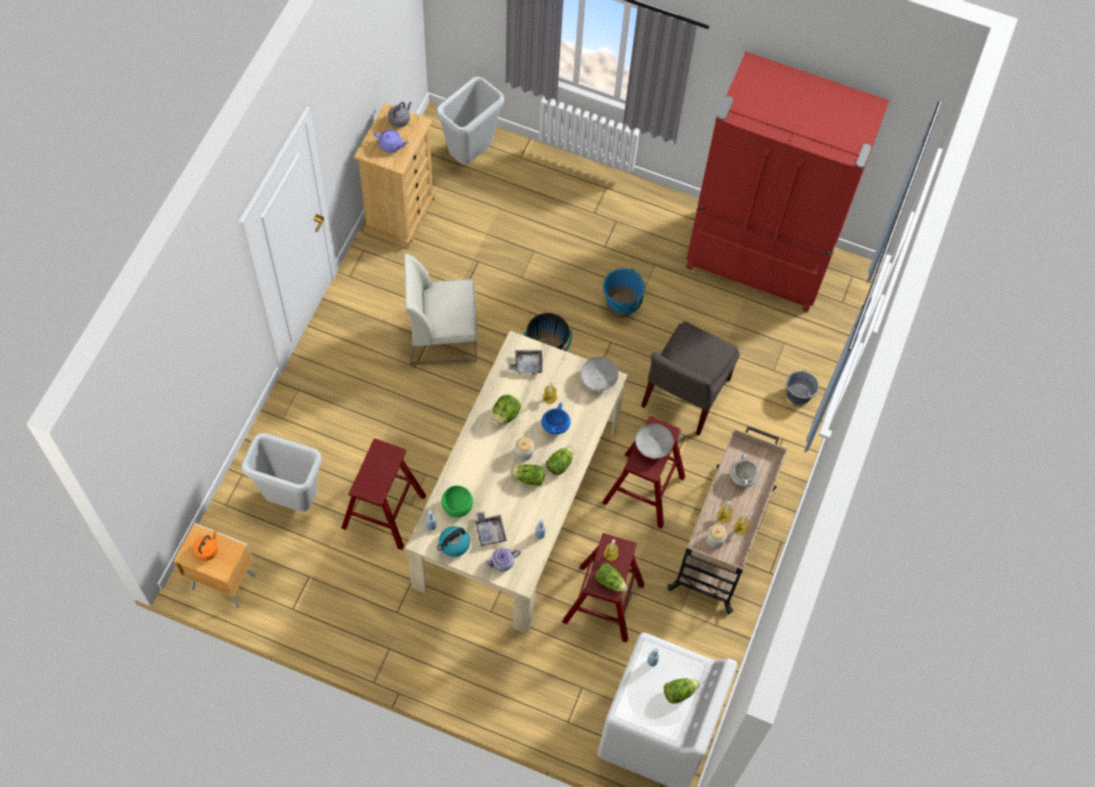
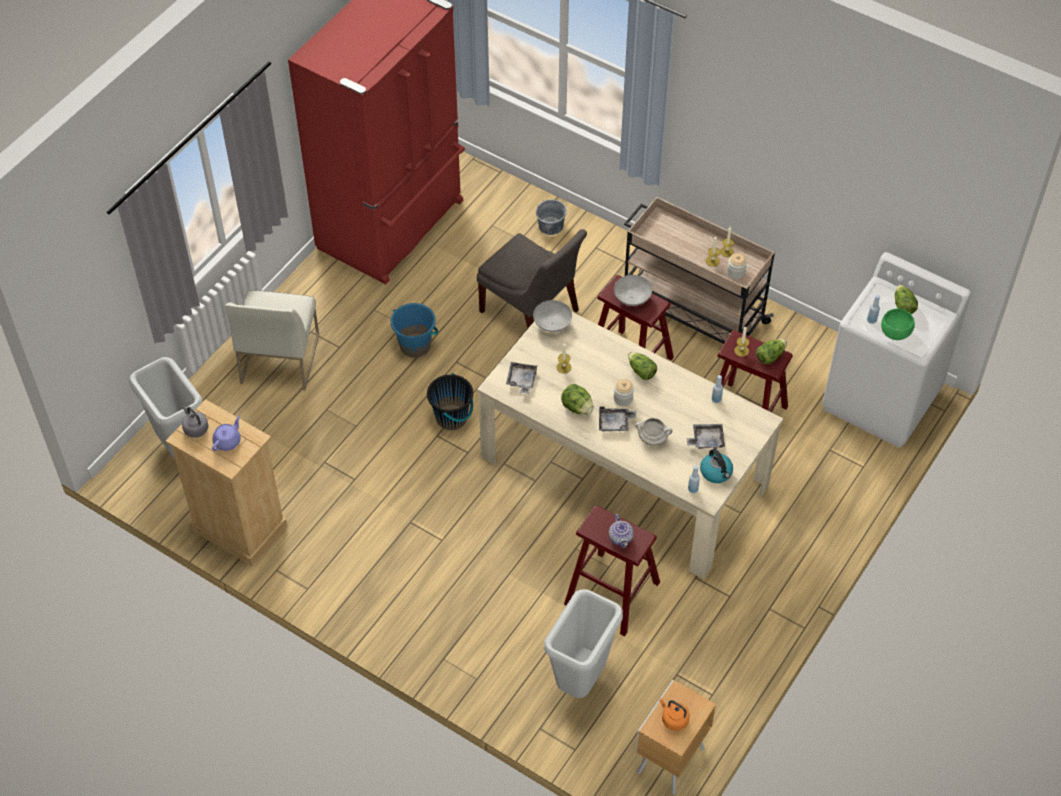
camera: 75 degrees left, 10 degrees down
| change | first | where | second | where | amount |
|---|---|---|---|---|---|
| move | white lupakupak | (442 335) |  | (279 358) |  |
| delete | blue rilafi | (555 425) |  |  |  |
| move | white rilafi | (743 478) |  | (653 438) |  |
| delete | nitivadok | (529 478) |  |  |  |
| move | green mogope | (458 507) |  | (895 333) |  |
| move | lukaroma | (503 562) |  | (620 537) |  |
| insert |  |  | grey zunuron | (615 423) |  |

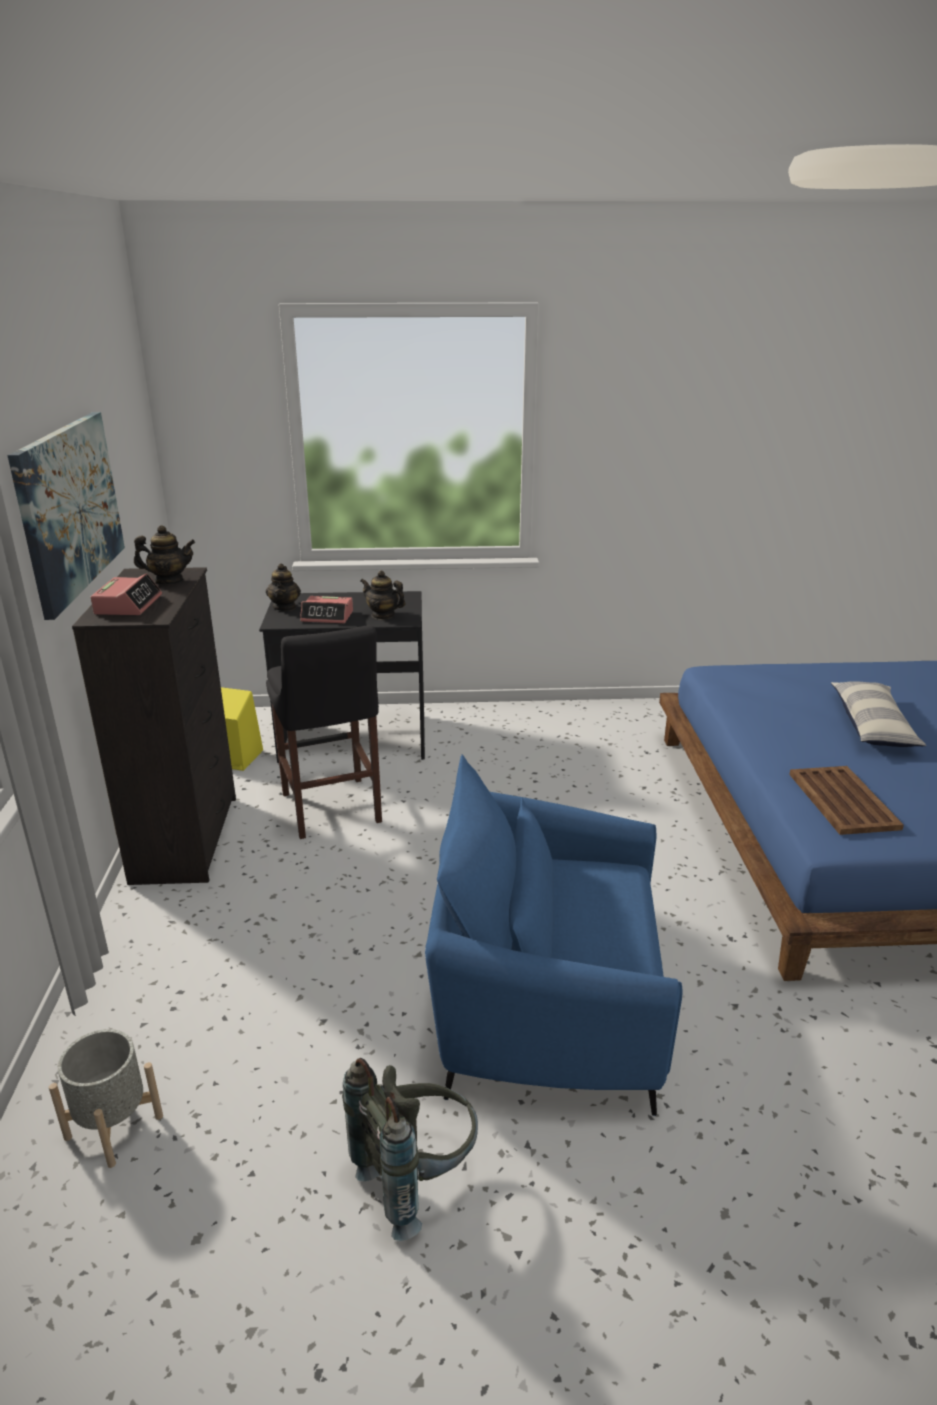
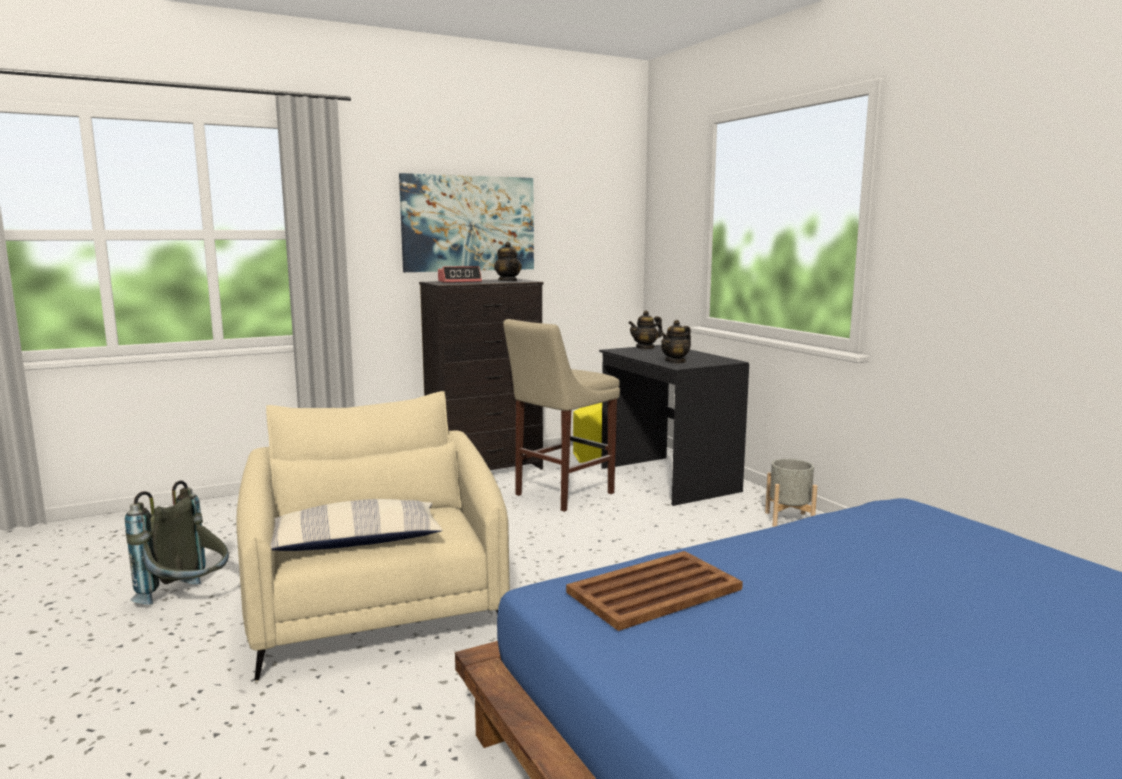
camera: 65 degrees right, 15 degrees down
| change | first | where | second | where | amount |
|---|---|---|---|---|---|
| rotate | lukaroma | (383 615) |  | (675 361) | 135 degrees counterclockwise |
| delete | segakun | (327 616) |  |  |  |
| recolor | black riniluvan | (332 811) | beige riniluvan | (560 495) |  |
| move | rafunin | (872 726) |  | (356 543) |  |
| recolor | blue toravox | (545 1002) | beige toravox | (378 611) |  |
| move | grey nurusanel | (113 1126) |  | (789 519) |  |

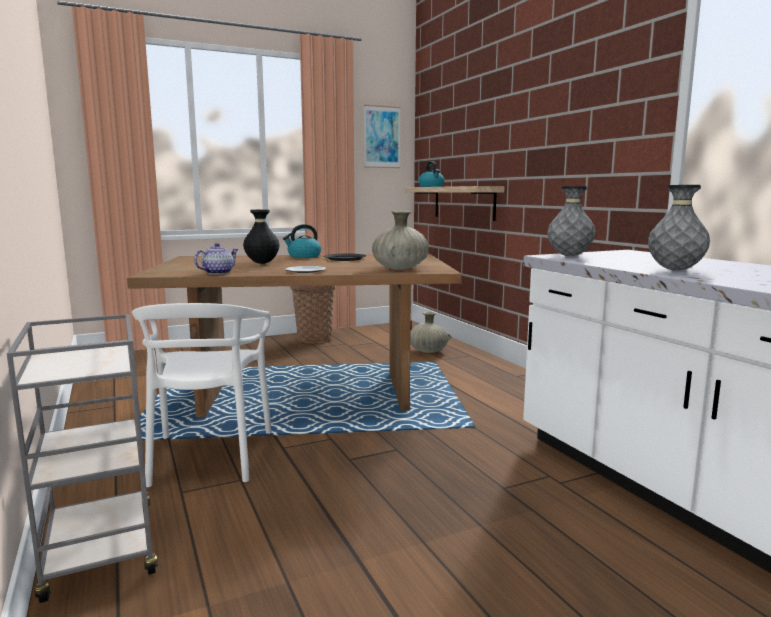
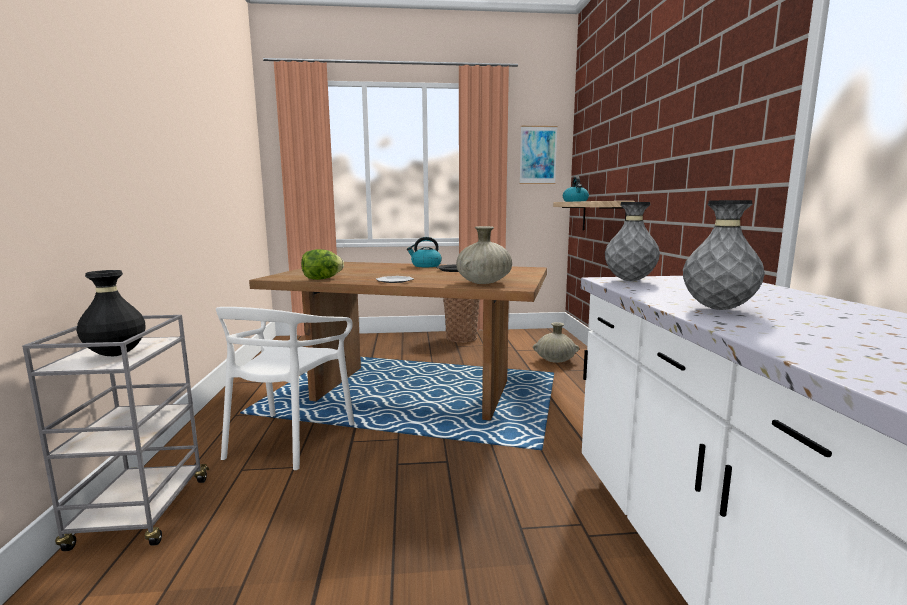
camera: 20 degrees right, 0 degrees up
| change | first | where | second | where | amount |
|---|---|---|---|---|---|
| move | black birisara | (262 263) |  | (116 355) |  |
| replace | lukaroma | (218 273) | nitivadok | (322 279) |  |

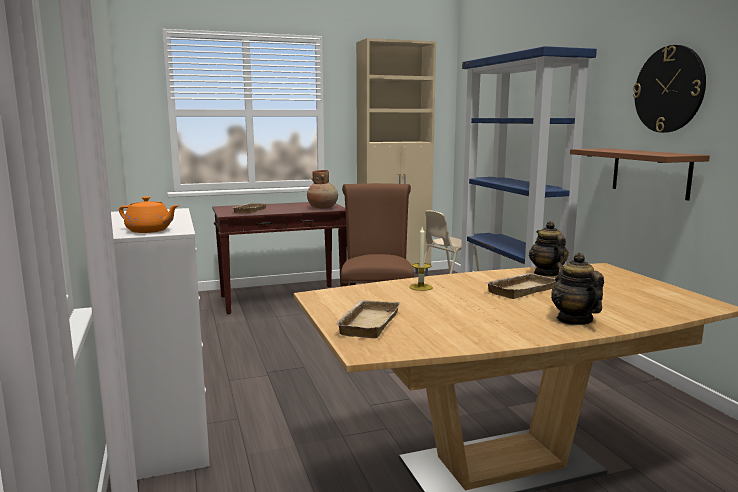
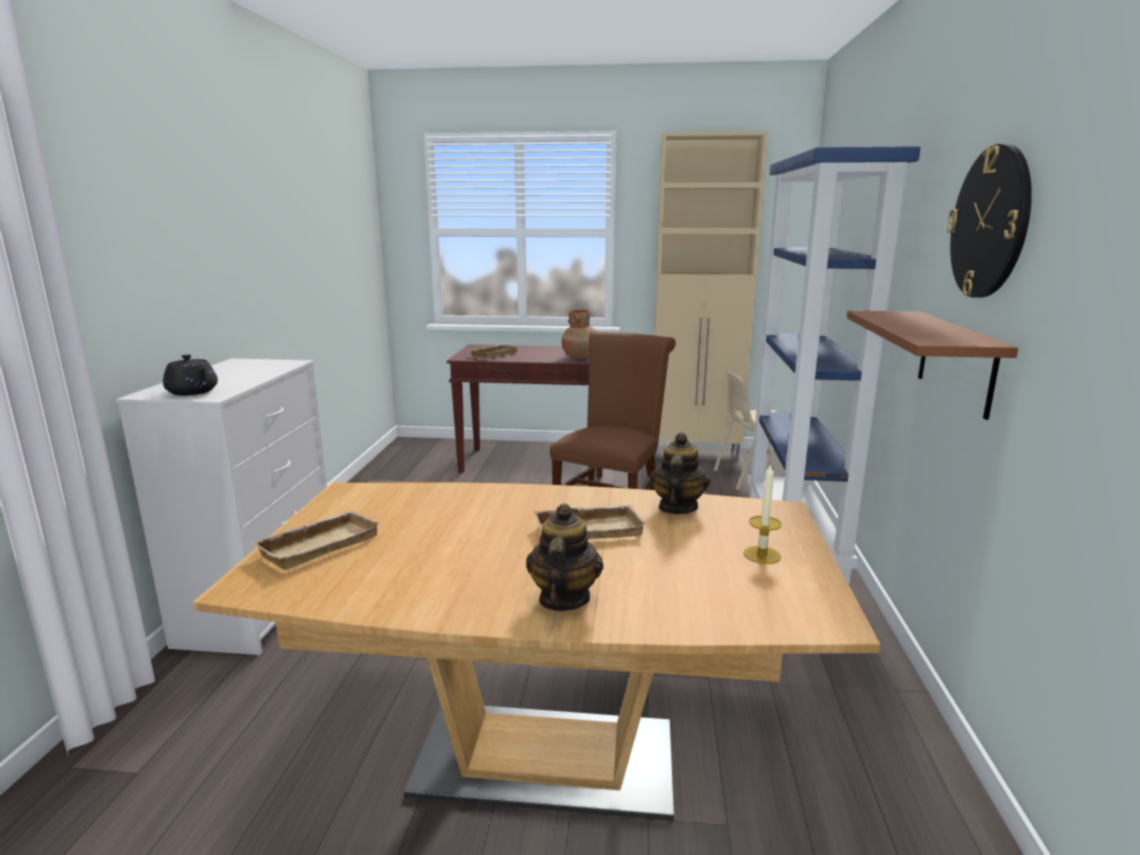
camera: 25 degrees right, 5 degrees up
| change | first | where | second | where | amount |
|---|---|---|---|---|---|
| recolor | orange lukaroma | (149 230) | black lukaroma | (193 392) |  |
| move | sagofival | (421 287) |  | (762 555) |  |

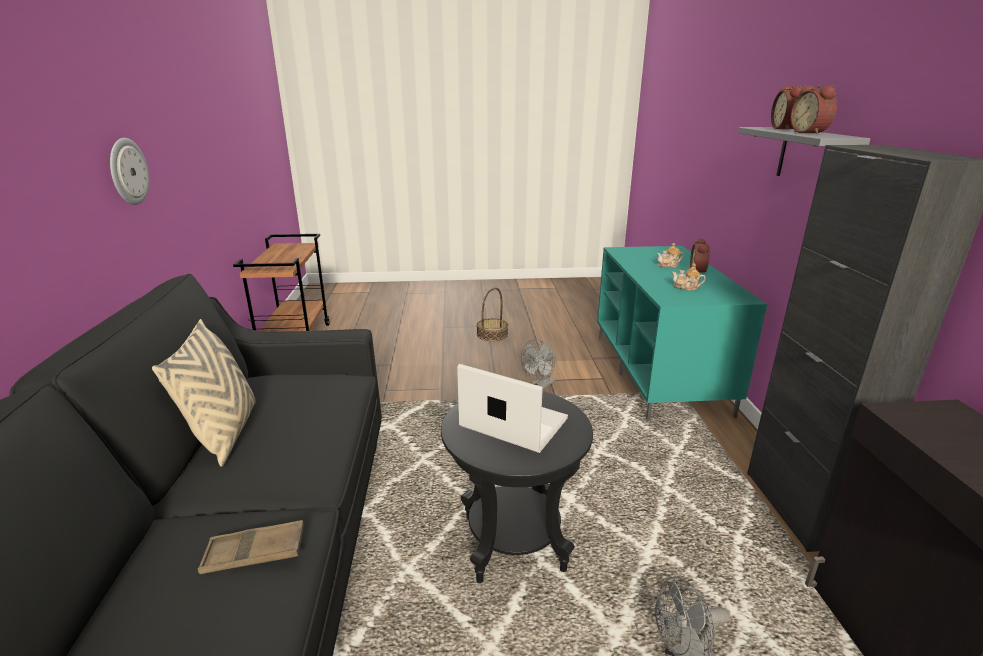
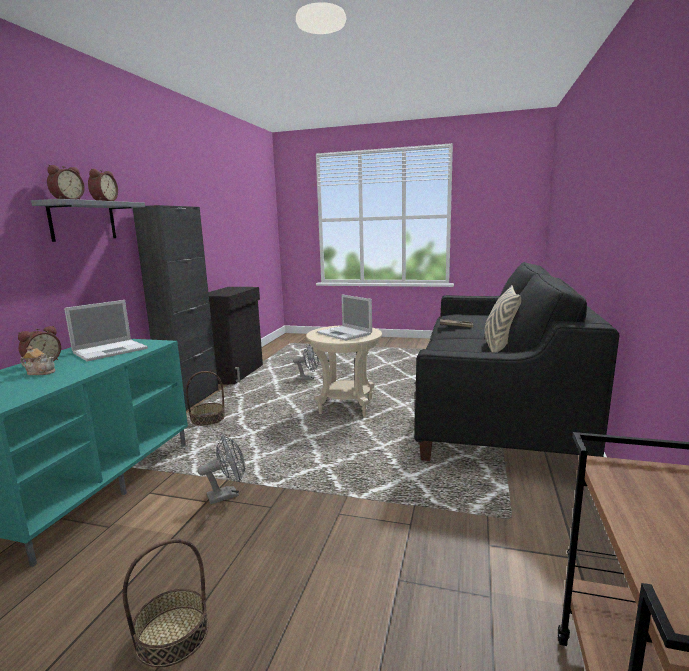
camera: 160 degrees left, 10 degrees down
| change | first | where | second | where | amount |
|---|---|---|---|---|---|
| delete | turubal | (128 171) |  |  |  |
| replace | lukaroma | (686 287) | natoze | (111 350) |  |
| recolor | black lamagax | (513 543) | beige lamagax | (346 406) |  |
| insert |  |  | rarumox | (208 419) |  |

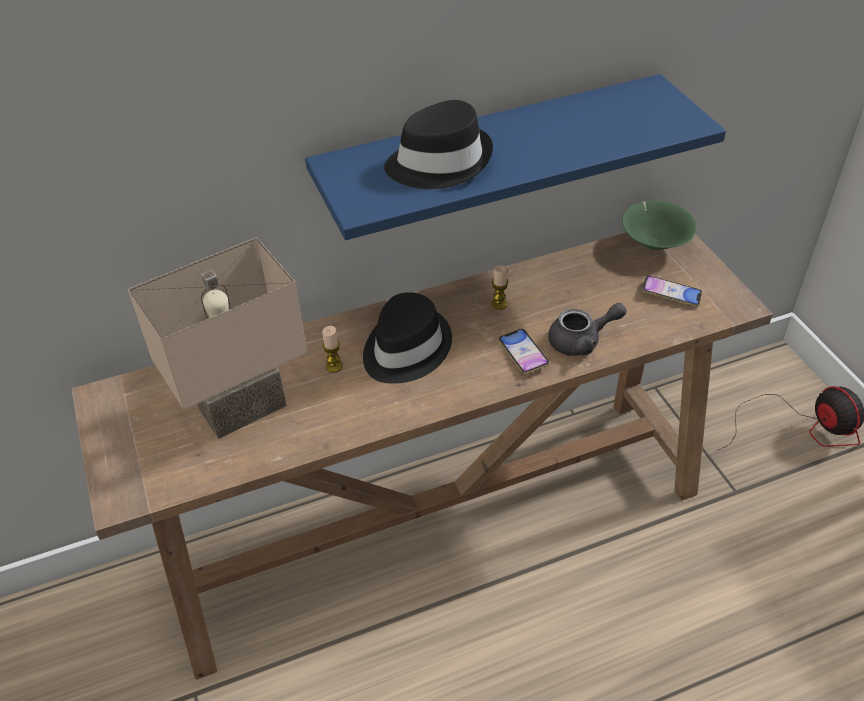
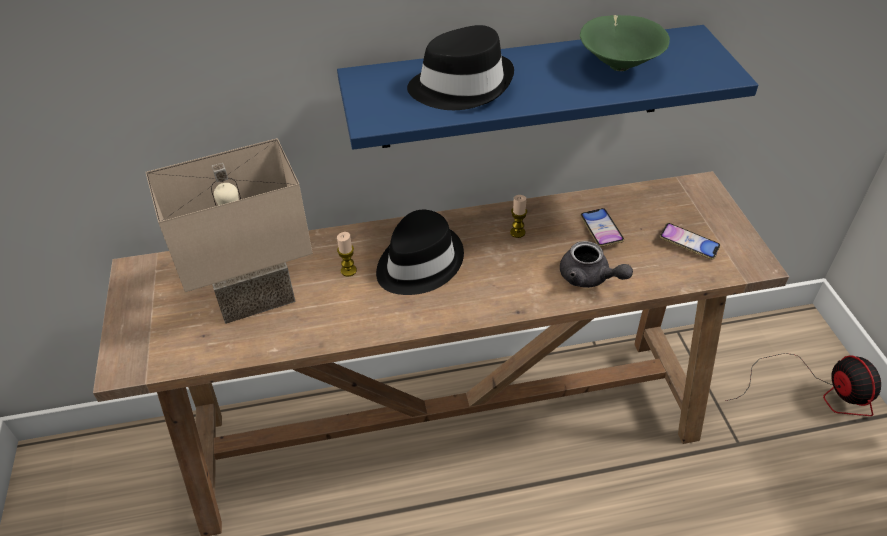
camera: 10 degrees right, 0 degrees up
| change | first | where | second | where | amount |
|---|---|---|---|---|---|
| move | green mogope | (654 243) |  | (619 65) |  |
| rotate | grey lukaroma | (582 341) |  | (589 278) | 45 degrees clockwise |
| move | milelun | (523 354) |  | (601 230) |  |

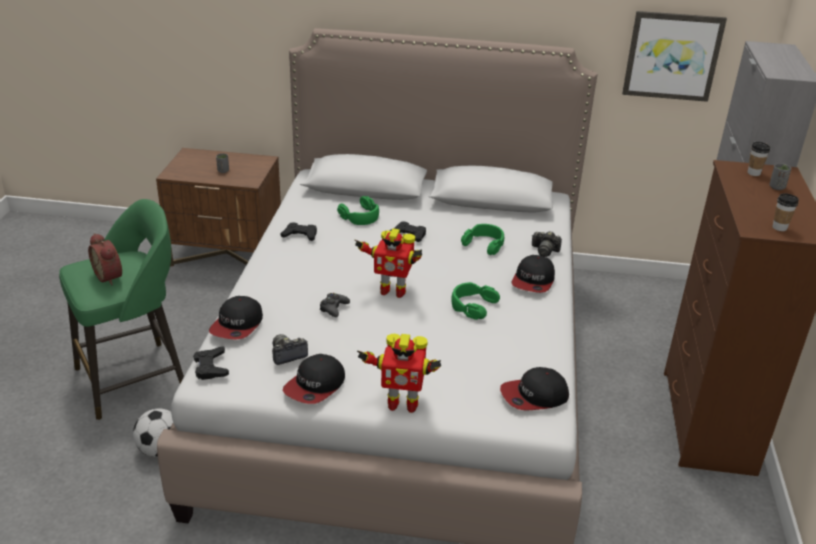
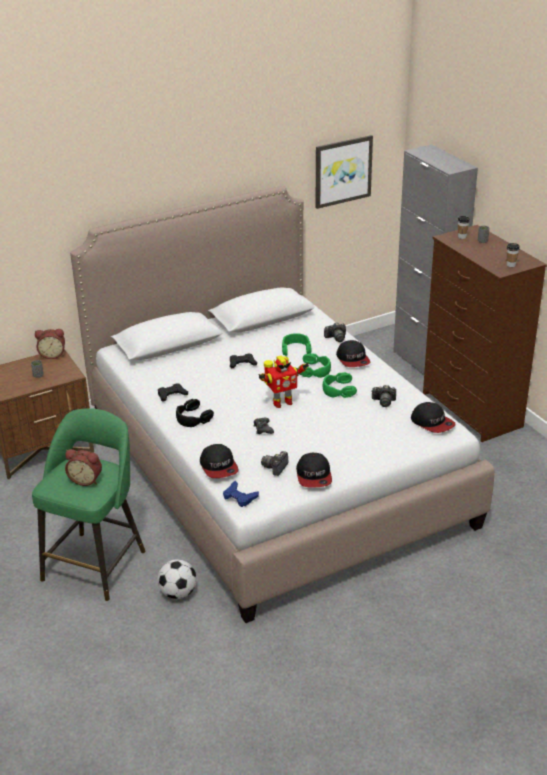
camera: 35 degrees left, 0 degrees up
| change | first | where | second | where | amount |
|---|---|---|---|---|---|
| move | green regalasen | (360 216) |  | (315 370) |  |
| delete | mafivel | (401 403) |  |  |  |
| recolor | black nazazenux | (211 367) | blue nazazenux | (239 497) |  |
| rotate | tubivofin | (534 396) |  | (432 423) | 75 degrees counterclockwise |
| insert |  |  | segakun | (52 355) |  |
| insert |  |  | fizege | (384 401) |  |
| insert |  |  | black regalasen | (192 418) |  |

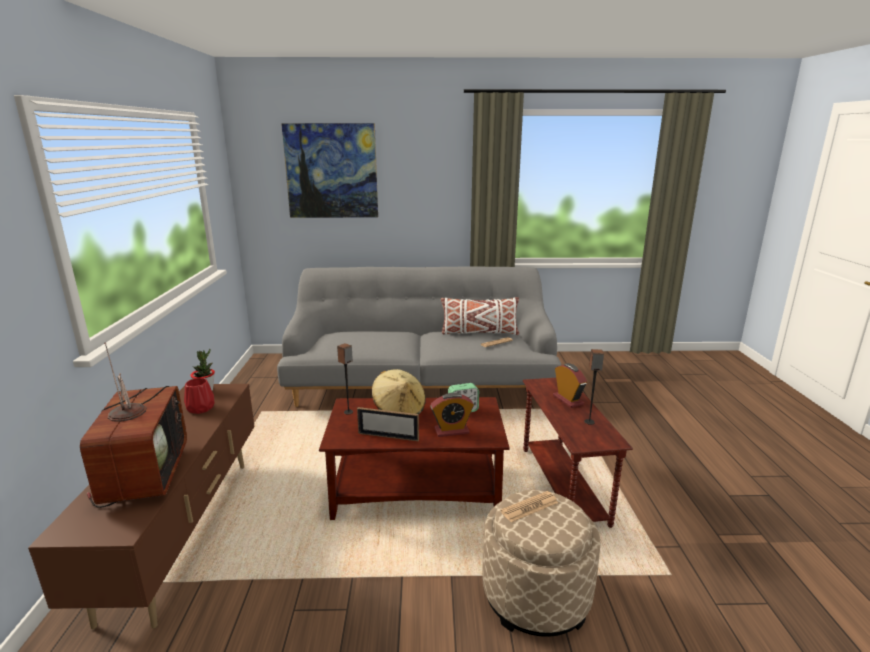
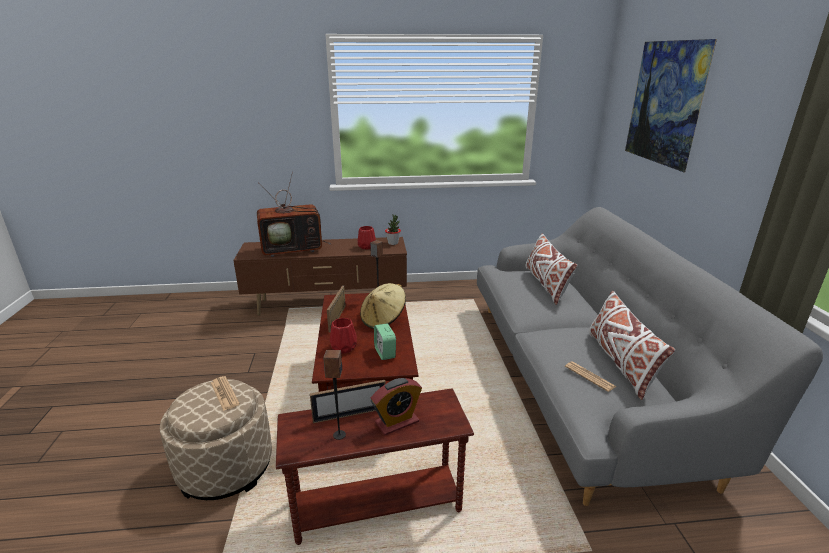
camera: 85 degrees right, 5 degrees up
| change | first | where | second | where | amount |
|---|---|---|---|---|---|
| replace | segakun | (451 431) | red birisara | (344 347) |  |
| insert |  |  | white rafunin | (546 284) |  |
| insert |  |  | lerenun | (350 415) |  |

